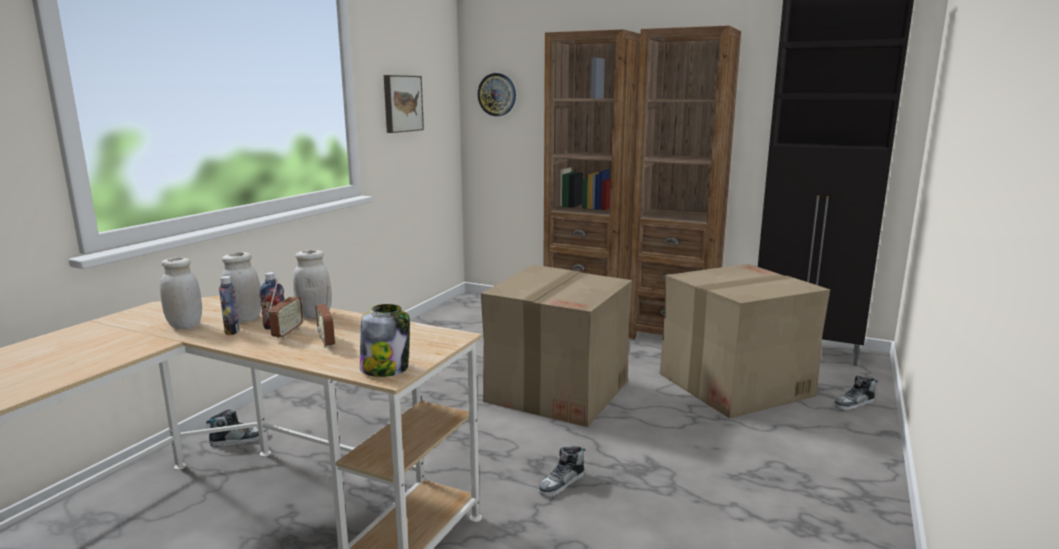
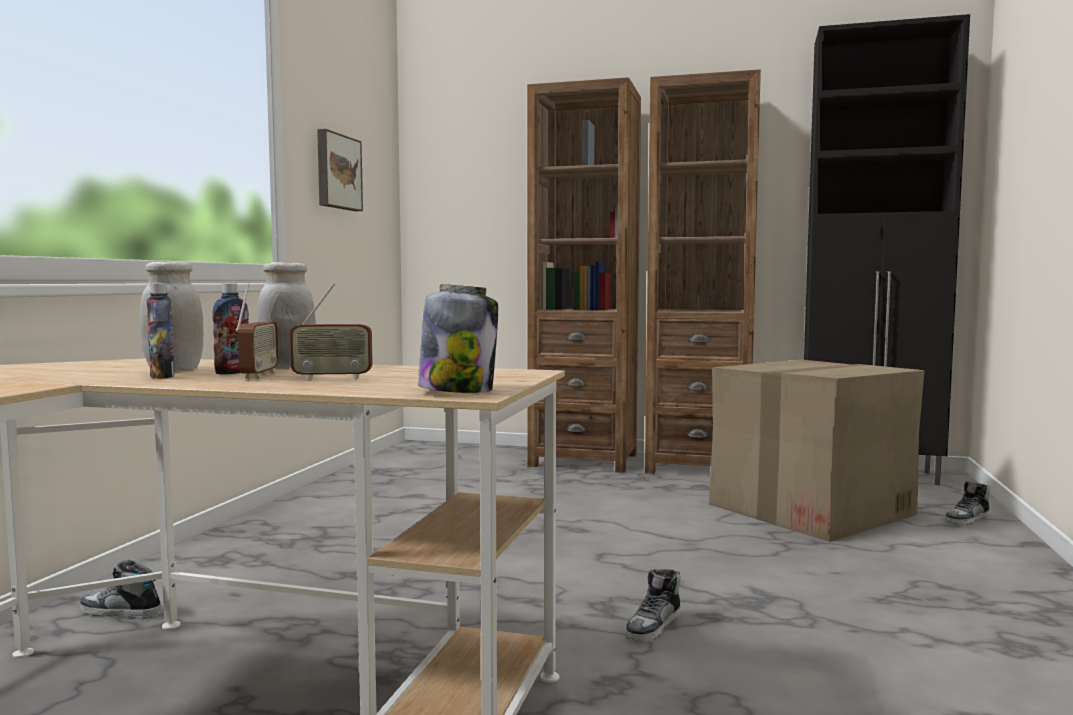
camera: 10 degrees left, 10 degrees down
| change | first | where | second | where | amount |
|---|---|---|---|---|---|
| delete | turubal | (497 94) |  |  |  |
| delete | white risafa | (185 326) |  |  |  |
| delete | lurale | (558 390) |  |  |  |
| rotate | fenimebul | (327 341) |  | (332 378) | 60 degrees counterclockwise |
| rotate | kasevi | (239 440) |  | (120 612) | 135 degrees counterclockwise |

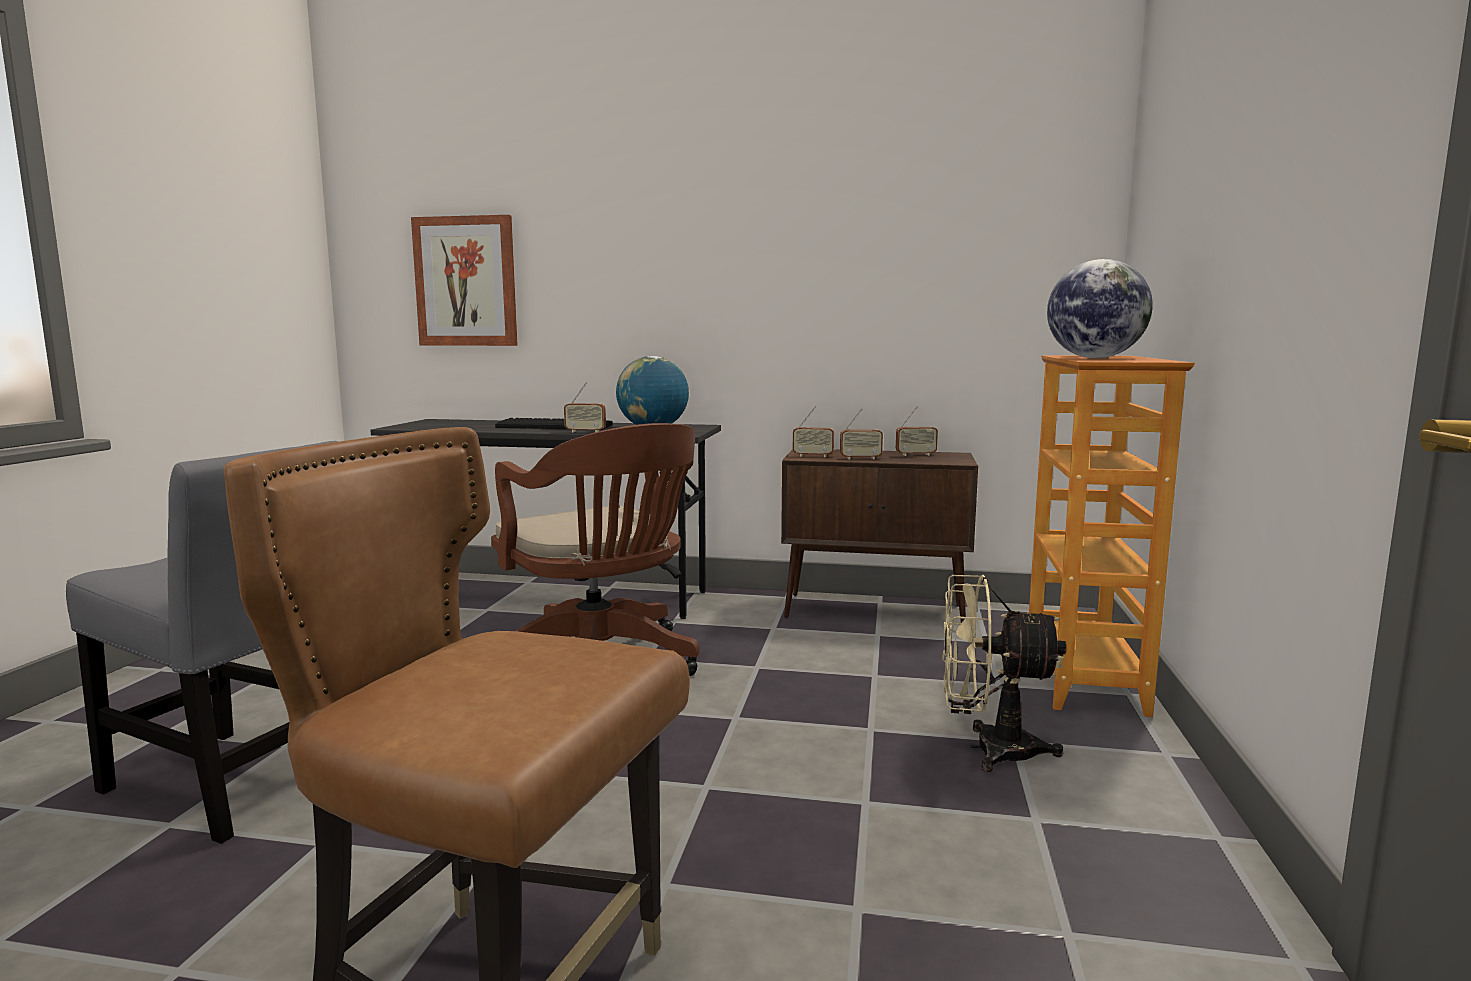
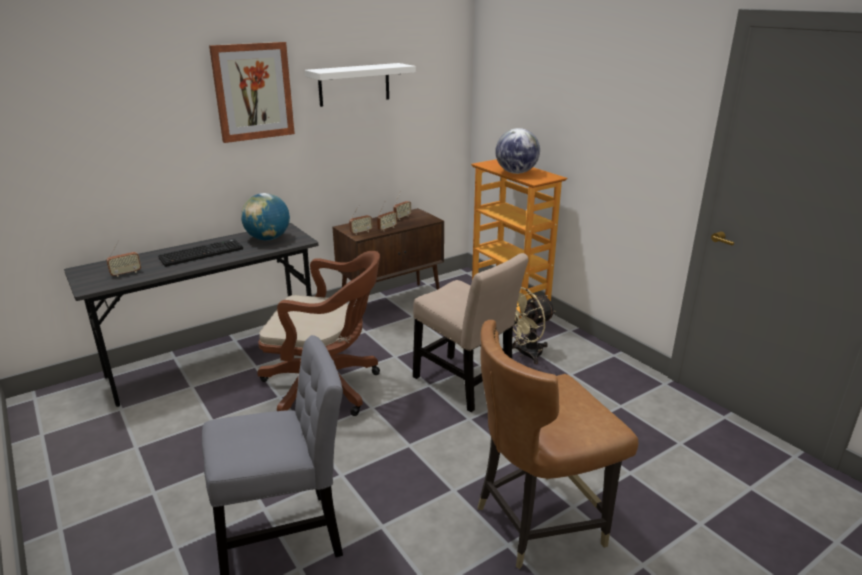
camera: 45 degrees left, 15 degrees up
| change | first | where | second | where | amount |
|---|---|---|---|---|---|
| move | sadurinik | (466 282) |  | (253 92) |  |
| move | fenimebul | (585 432) |  | (126 273) |  |
| insert |  |  | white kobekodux | (354 84) |  |
| insert |  |  | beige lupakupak | (465 384) |  |

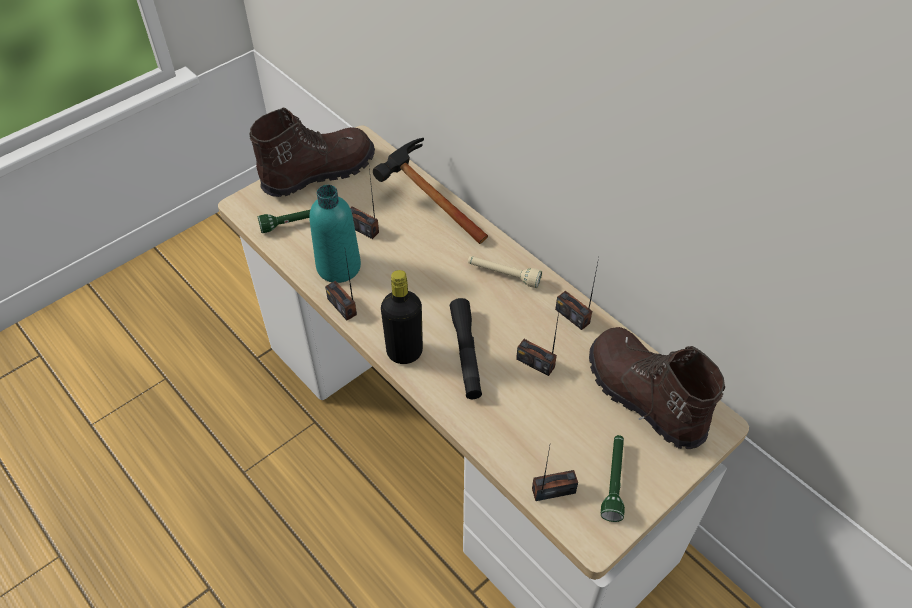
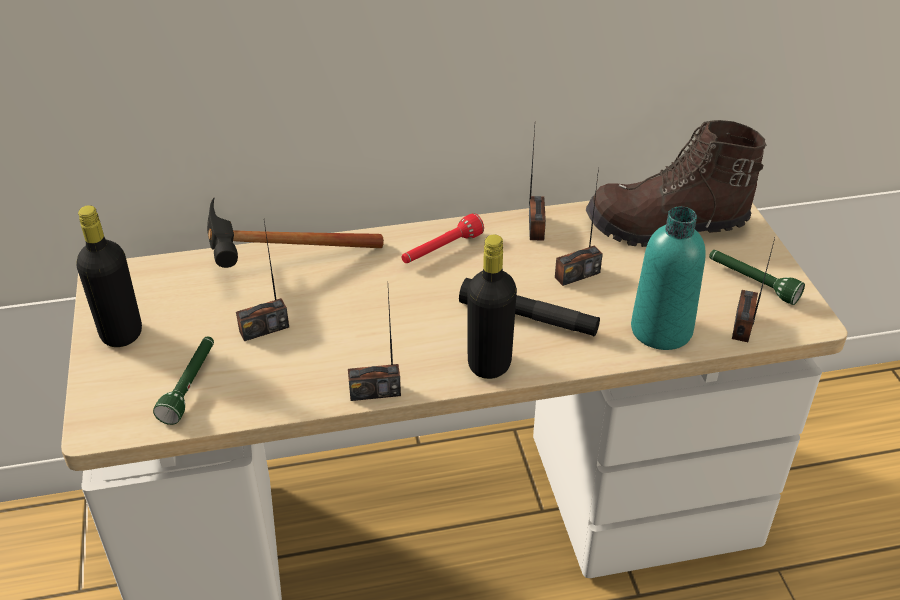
camera: 60 degrees left, 10 degrees down
| change | first | where | second | where | amount |
|---|---|---|---|---|---|
| replace | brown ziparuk | (318 172) | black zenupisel | (121 333) |  |
| move | turquoise zenupisel | (338 267) |  | (661 330) |  |
| recolor | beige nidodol | (503 275) | red nidodol | (441 250) |  |
| rotate | fenimebul | (572 316) |  | (535 227) | 75 degrees counterclockwise |

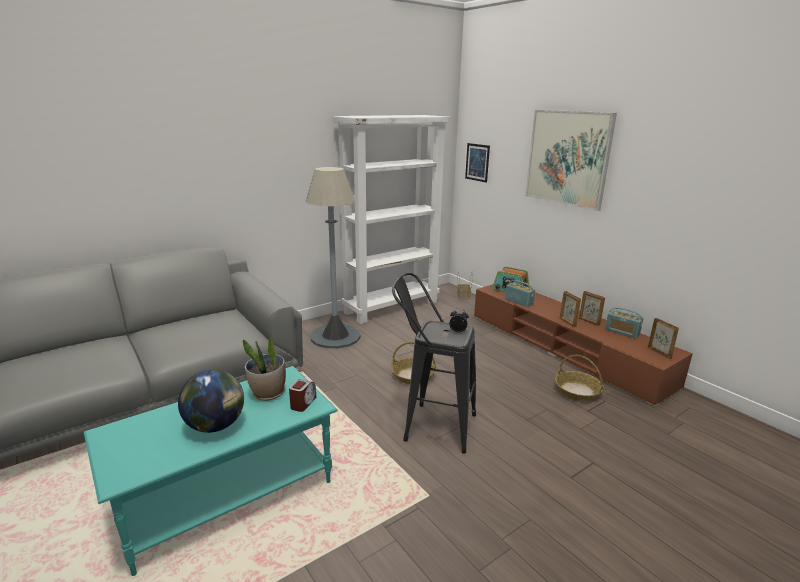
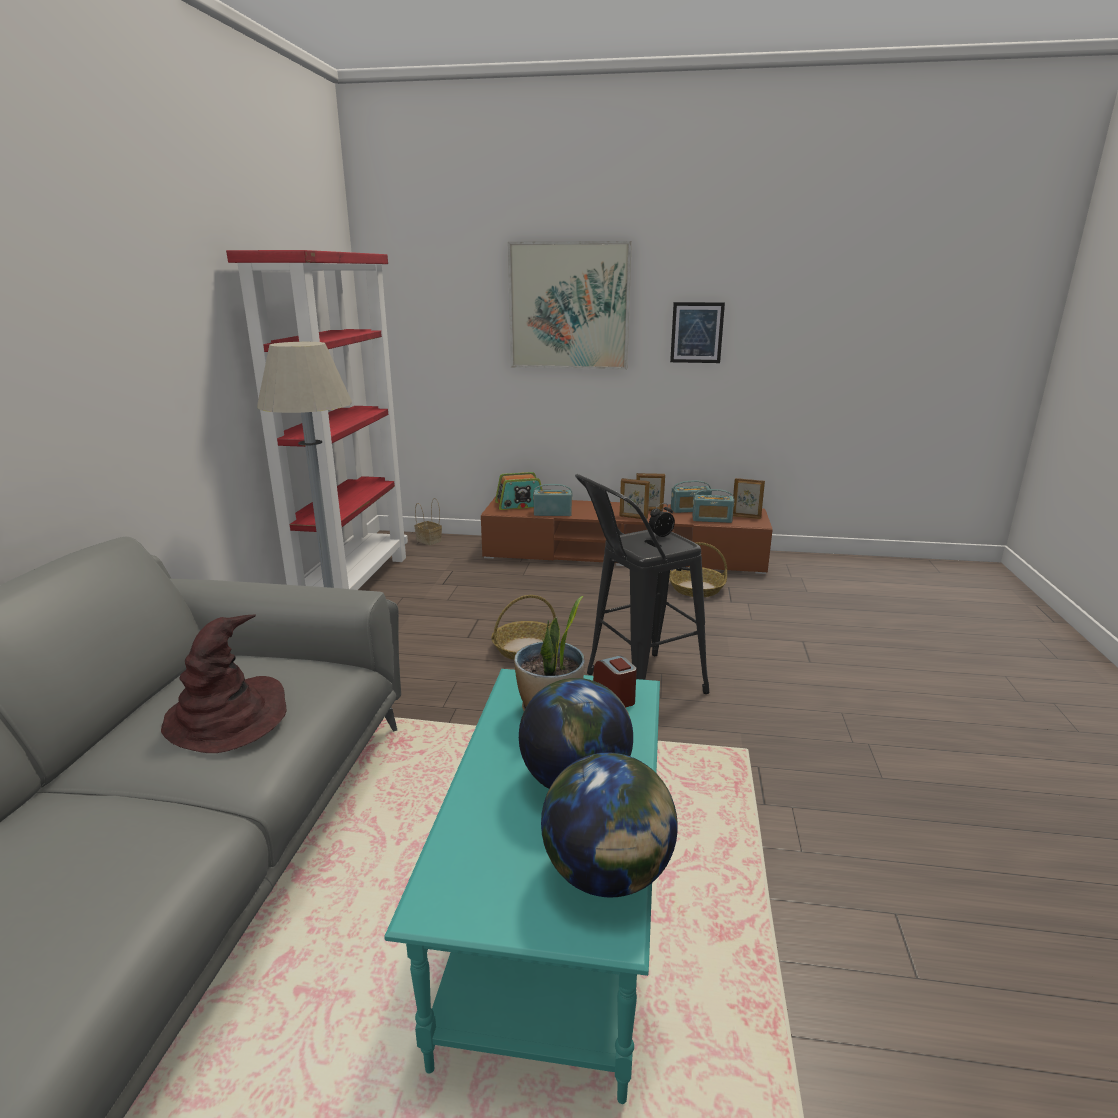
camera: 45 degrees left, 0 degrees up
| change | first | where | second | where | amount |
|---|---|---|---|---|---|
| recolor | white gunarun | (391 307) | red gunarun | (353 584) |  |
| move | sadurinik | (477 162) |  | (697 332) |  |
| insert |  |  | fenimebul | (712 519) |  |
| insert |  |  | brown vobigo | (227 717) |  |
| insert |  |  | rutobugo | (608 875) |  |

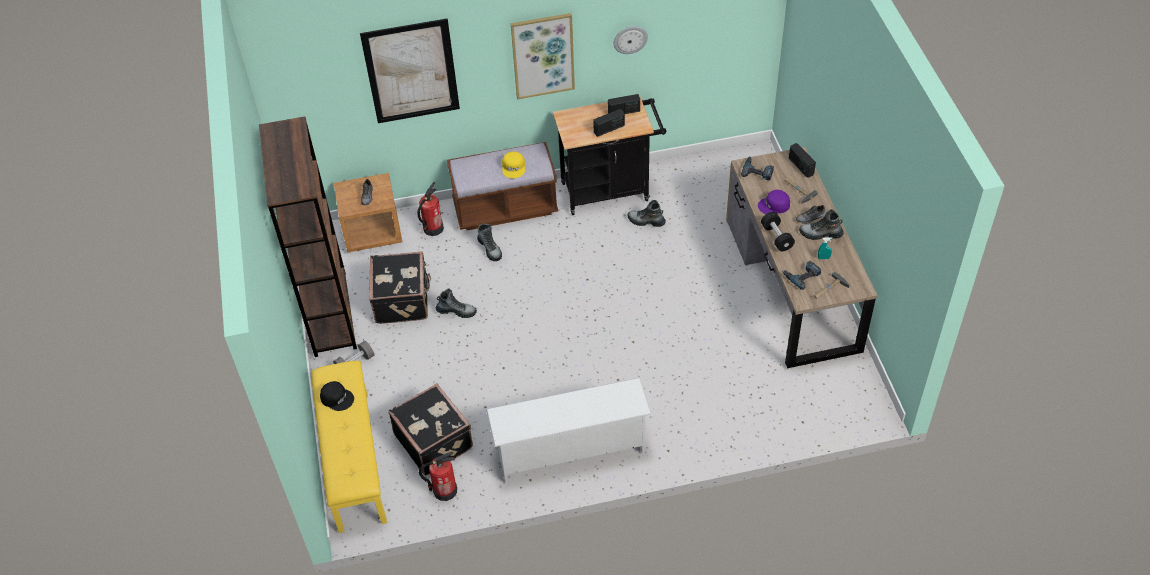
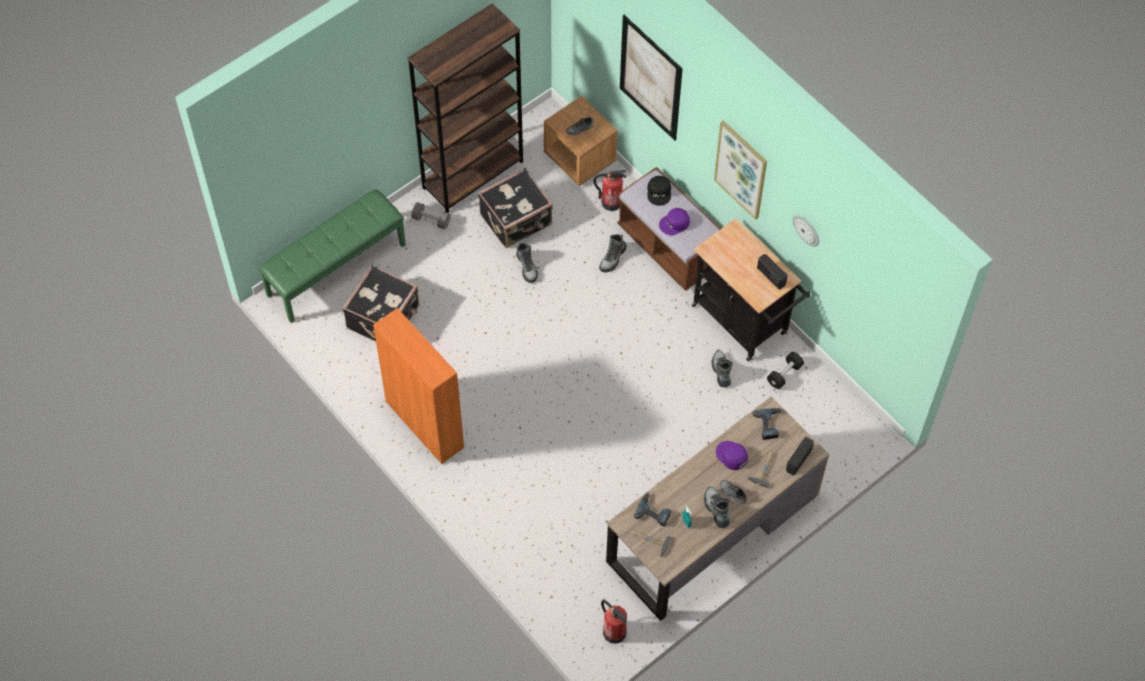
camera: 60 degrees right, 10 degrees up
| change | first | where | second | where | amount |
|---|---|---|---|---|---|
| delete | fenimebul | (609 129) |  |  |  |
| recolor | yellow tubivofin | (514 167) | purple tubivofin | (674 223) |  |
| move | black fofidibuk | (776 237) |  | (784 374) |  |
| recolor | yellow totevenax | (352 460) | green totevenax | (336 269) |  |
| replace | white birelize | (570 452) | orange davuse | (424 424) |  |
| move | black tubivofin | (337 398) |  | (659 192) |  |
| move | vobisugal | (444 490) |  | (614 631) |  |

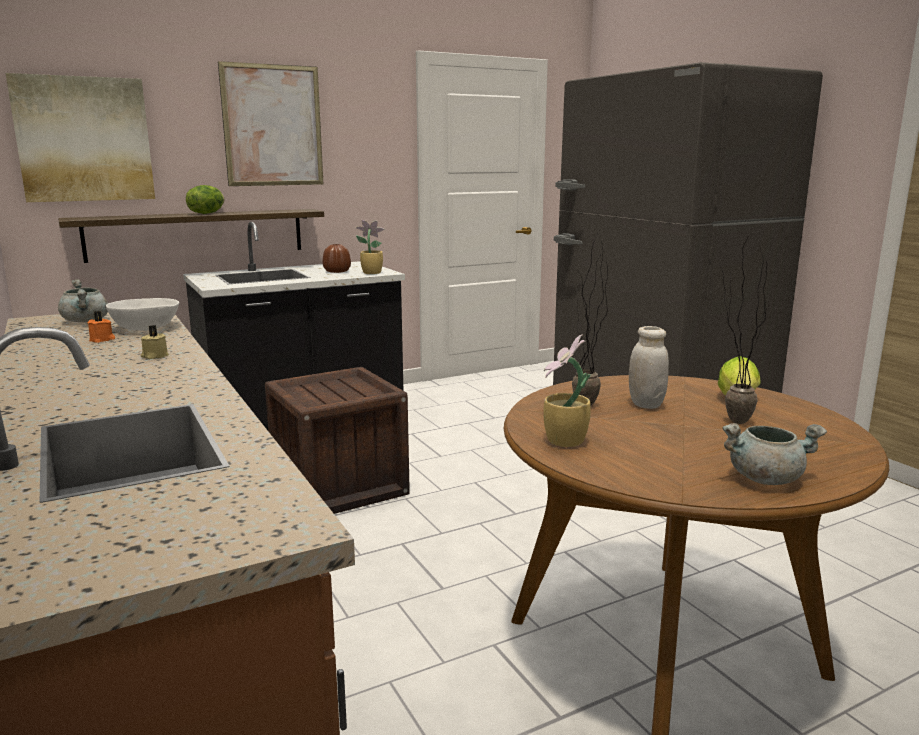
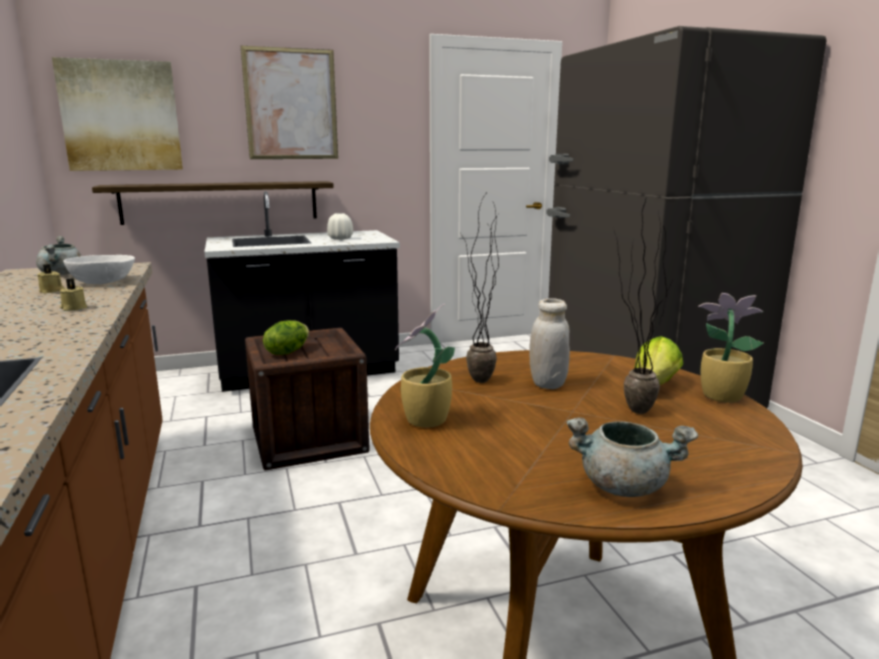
camera: 10 degrees right, 0 degrees up
| change | first | where | second | where | amount |
|---|---|---|---|---|---|
| move | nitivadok | (206 213) |  | (287 352) |  |
| move | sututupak | (371 273) |  | (719 396) |  |
| recolor | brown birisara | (337 271) | white birisara | (340 238) |  |
| recolor | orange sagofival | (102 339) | beige sagofival | (52 291) |  |

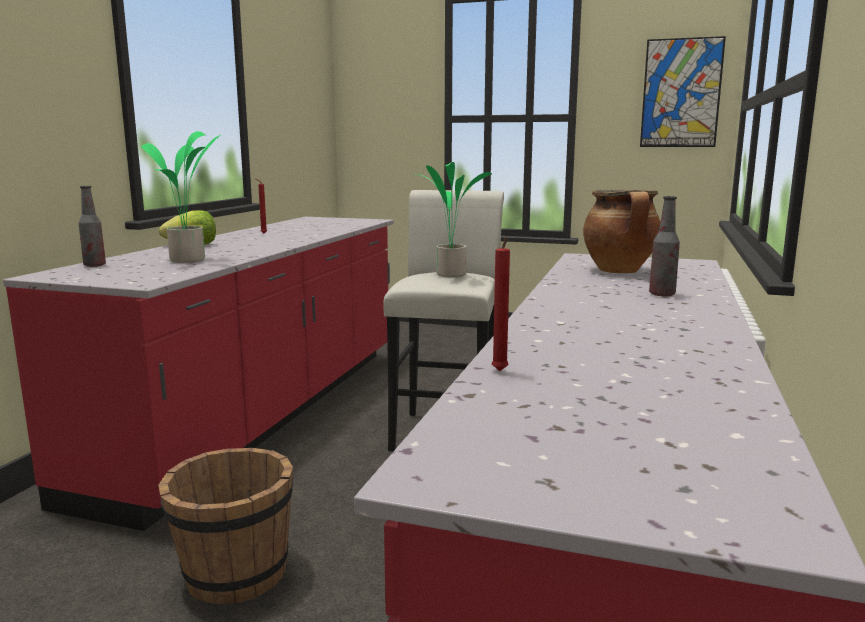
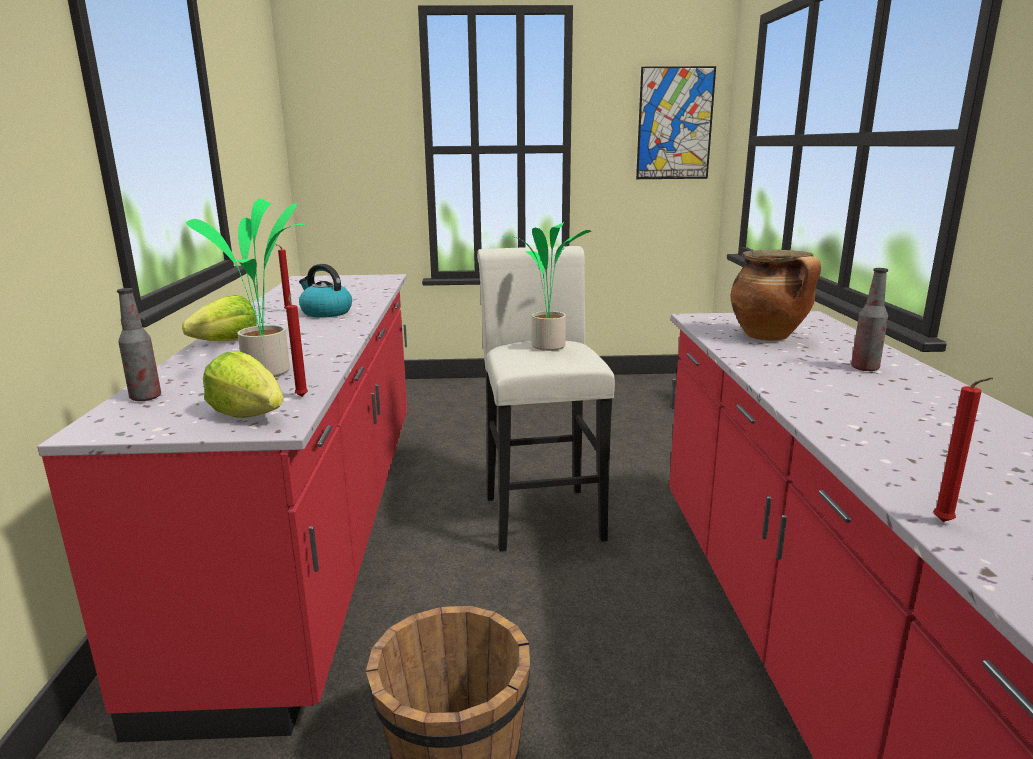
camera: 20 degrees left, 5 degrees up
| change | first | where | second | where | amount |
|---|---|---|---|---|---|
| insert |  |  | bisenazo | (325 312) |  |
| insert |  |  | red sagofival | (302 396) |  |
| insert |  |  | nitivadok | (248 414) |  |

